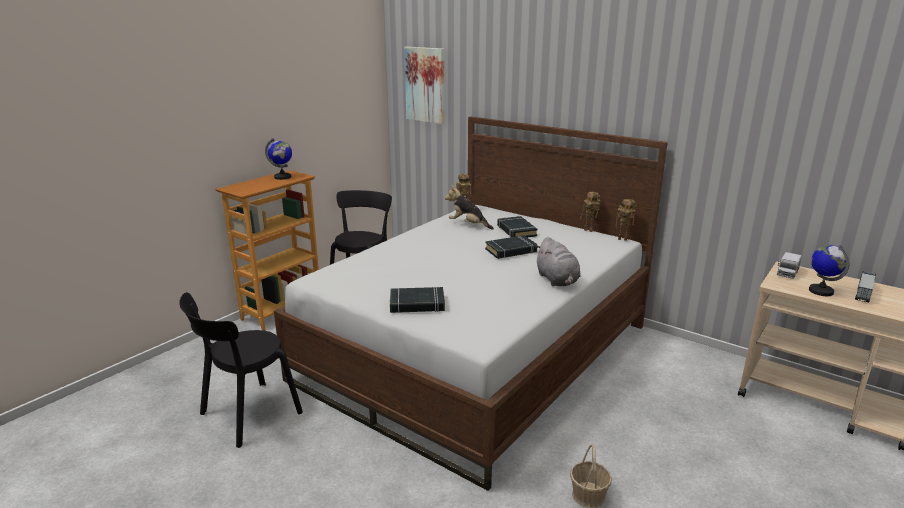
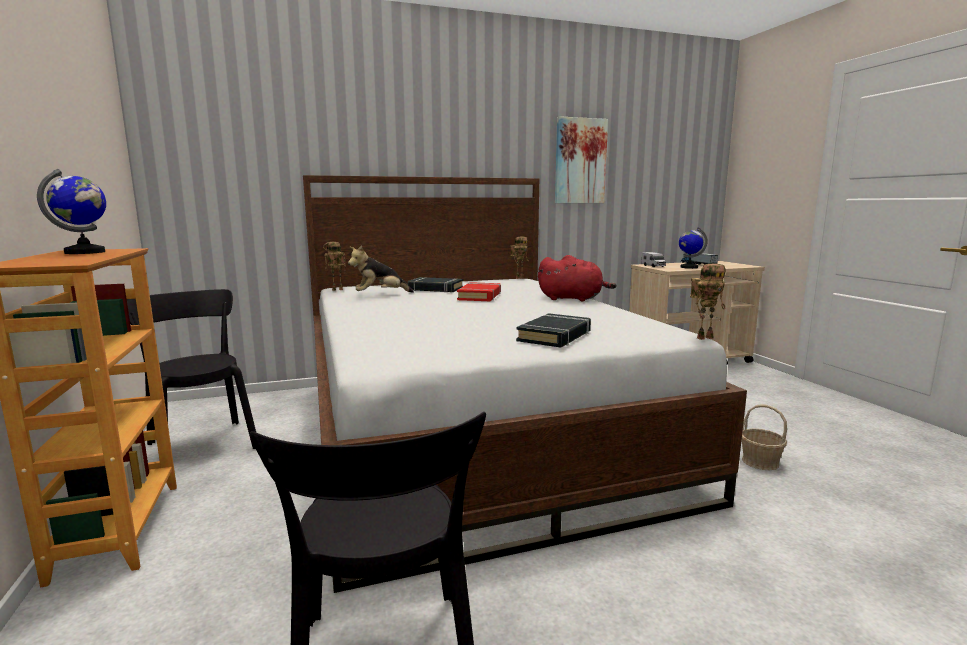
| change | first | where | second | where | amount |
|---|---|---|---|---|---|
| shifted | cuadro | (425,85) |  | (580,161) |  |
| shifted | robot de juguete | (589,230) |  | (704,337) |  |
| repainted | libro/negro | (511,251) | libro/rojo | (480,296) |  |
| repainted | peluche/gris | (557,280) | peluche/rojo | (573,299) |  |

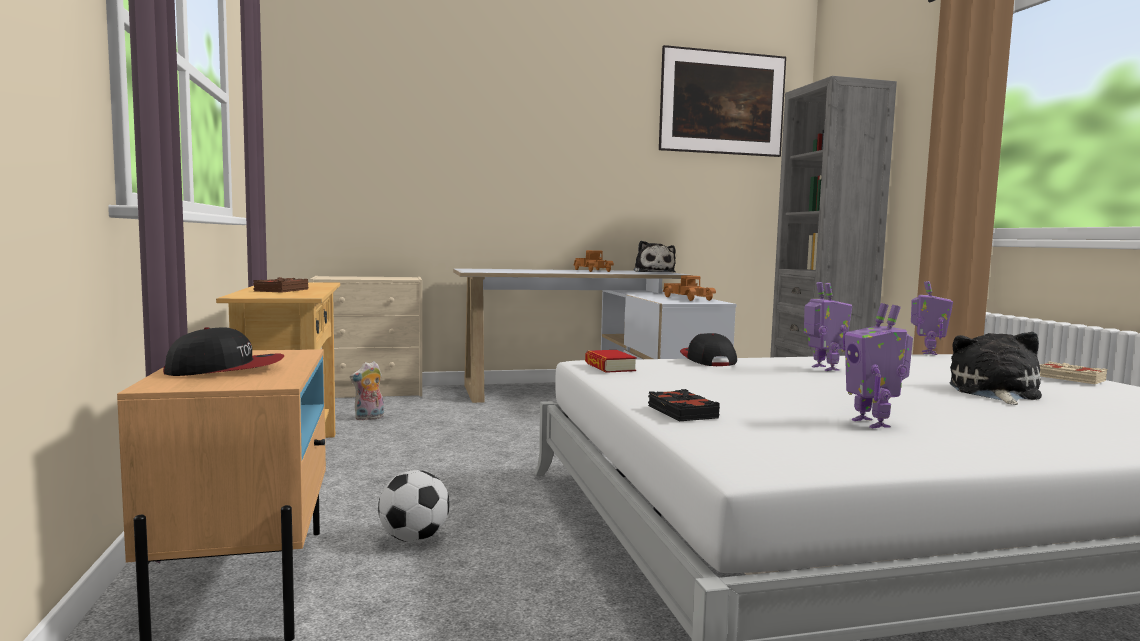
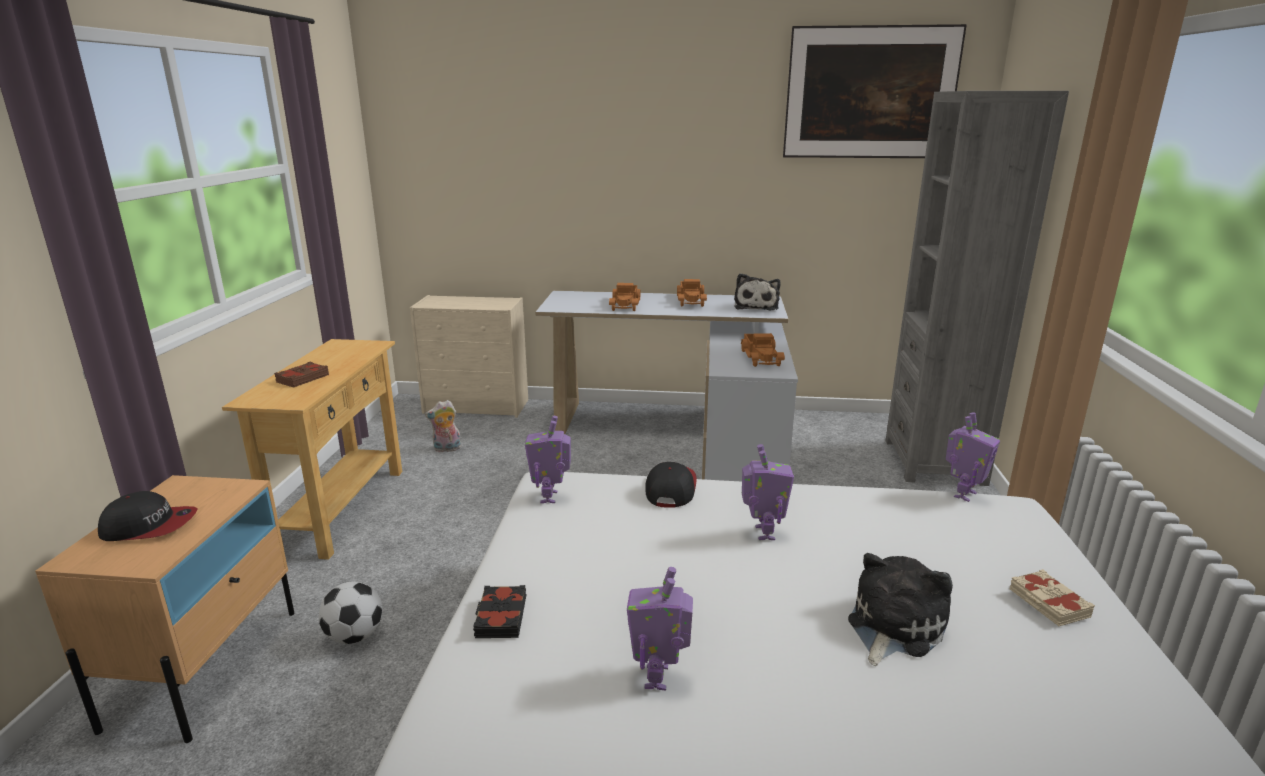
| change | first | where | second | where | amount |
|---|---|---|---|---|---|
| new |  |  | camión de juguete | (626,304) |  |
| swapped | libro | (610,367) | robot de juguete | (550,497) |  |

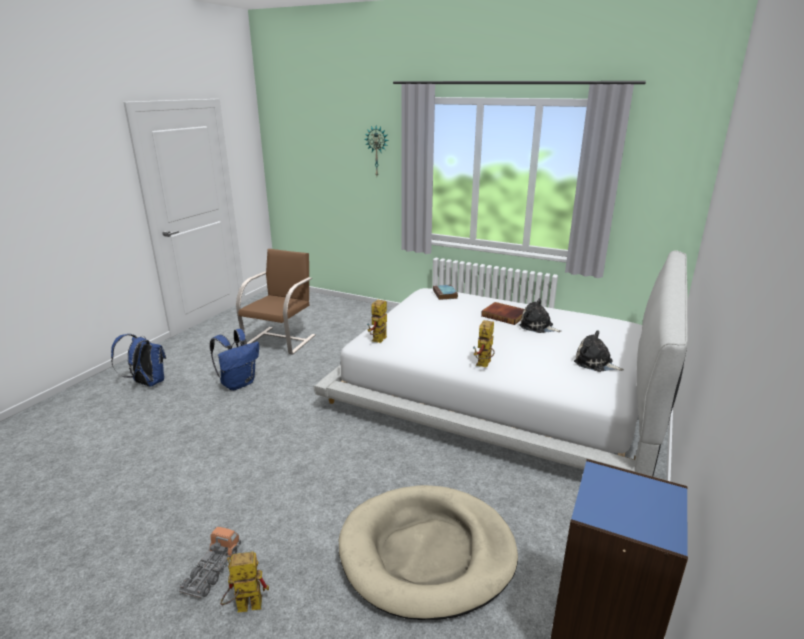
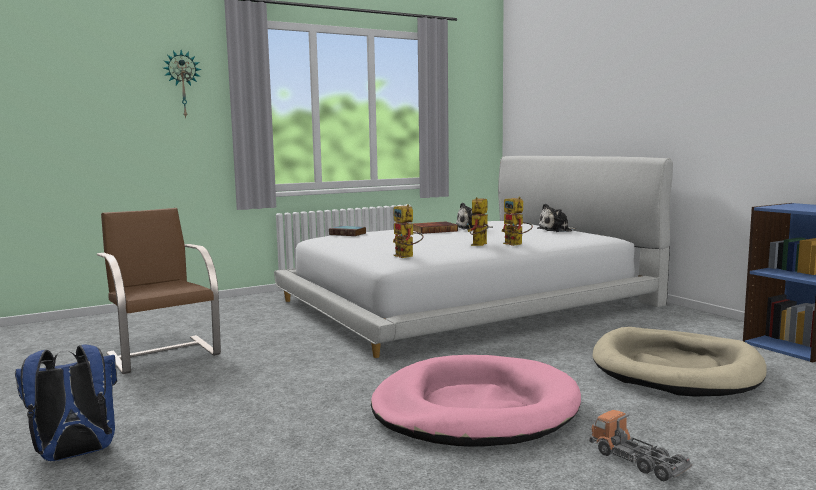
| change | first | where | second | where | amount |
|---|---|---|---|---|---|
| gone | mochila/azul | (239,383) |  |  |  |
| new |  |  | cama para perro/rosa | (474,409) |  |
| shifted | robot de juguete | (243,607) |  | (479,245) |  |

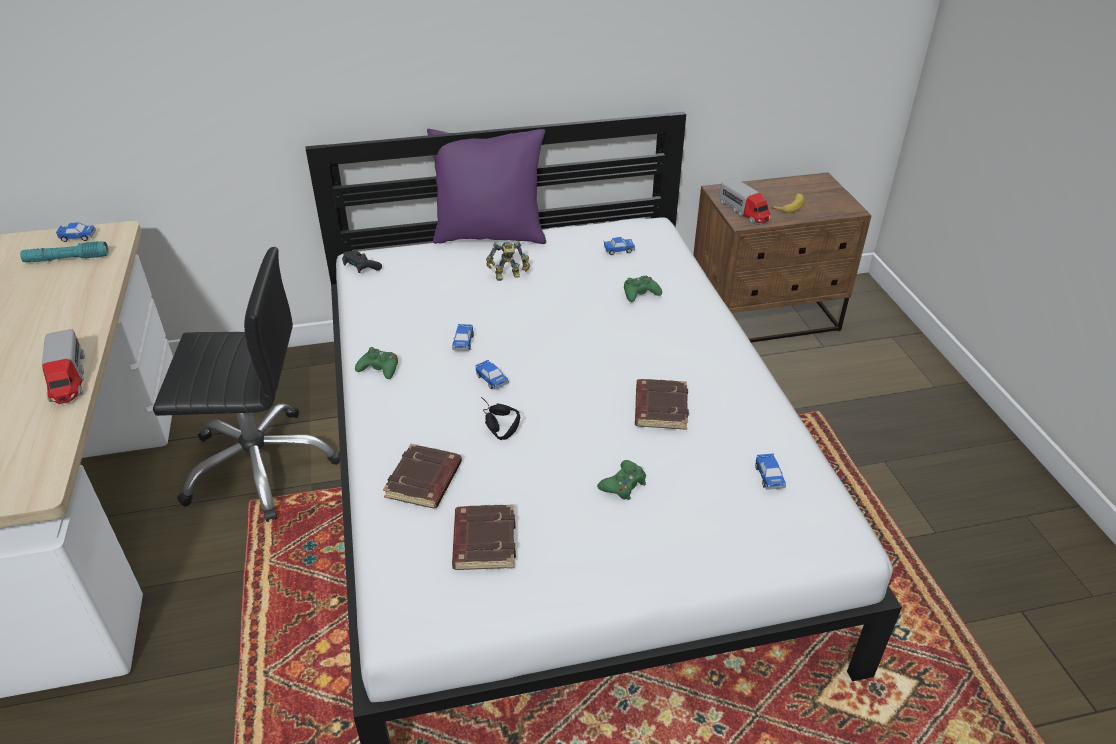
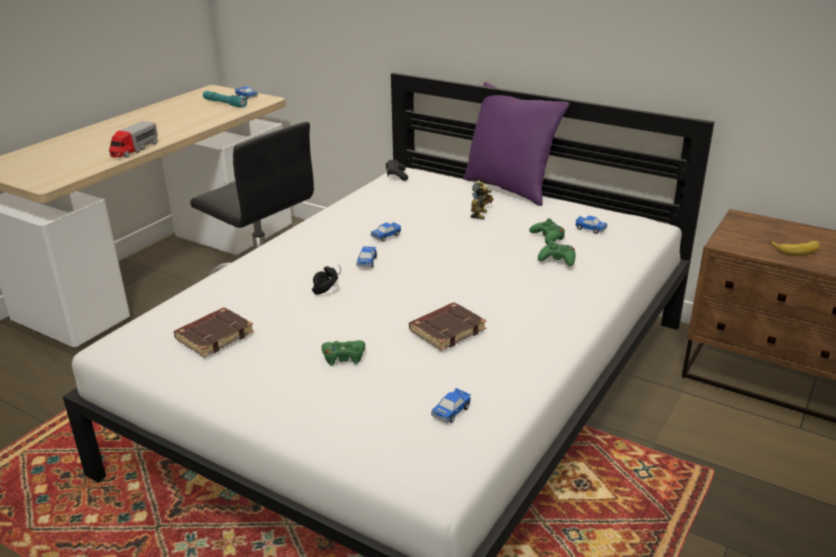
| change | first | where | second | where | amount |
|---|---|---|---|---|---|
| gone | libro/marrón | (424,481) |  |  |  |
| gone | camión de juguete | (744,211) |  |  |  |
| shifted | mando de consola/verde | (379,368) |  | (548,237) |  |
| rotated | robot de juguete | (509,276) |  | (481,214) | 105 degrees counterclockwise |

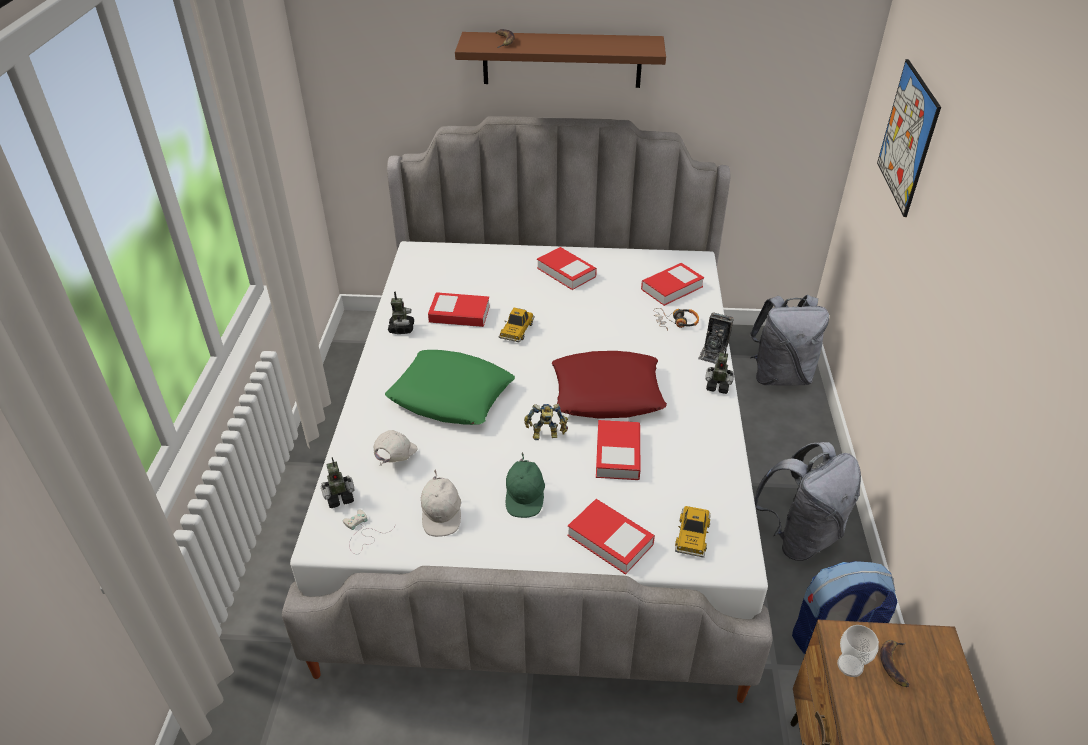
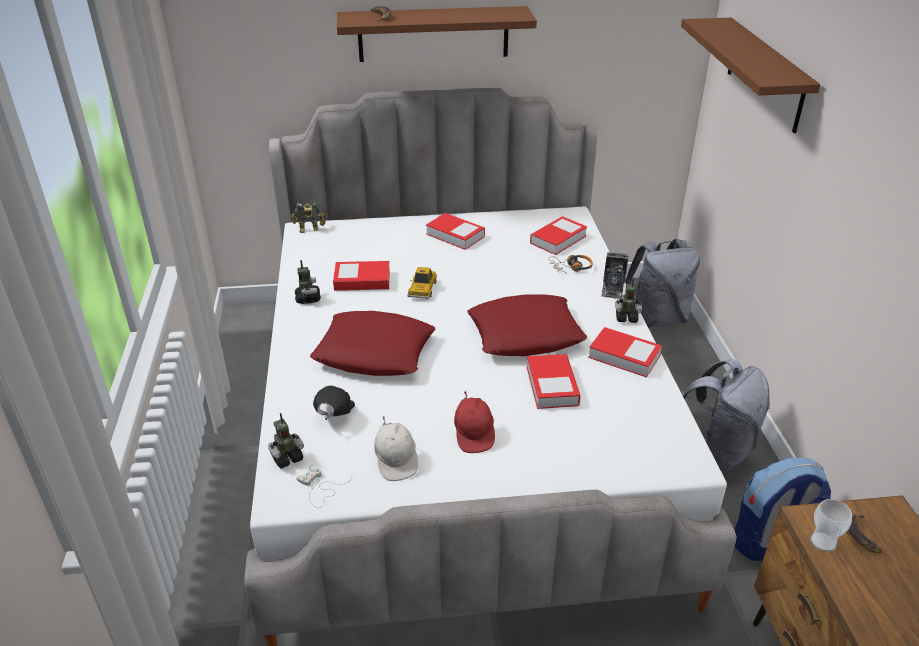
| change | first | where | second | where | amount |
|---|---|---|---|---|---|
| gone | coche de juguete | (692,535) |  |  |  |
| shifted | robot de juguete | (546,435) |  | (309,230) |  |
| shifted | libro | (610,540) |  | (624,356) |  |
| swapped | cuadro | (907,137) | estante/marrón | (765,74) |  |
| repainted | gorra/blanco | (394,458) | gorra/negro | (333,415) |  |
| repainted | cojín/verde | (451,395) | cojín/rojo | (375,352) |  |
| repainted | gorra/verde | (525,497) | gorra/rojo | (474,434) |  |

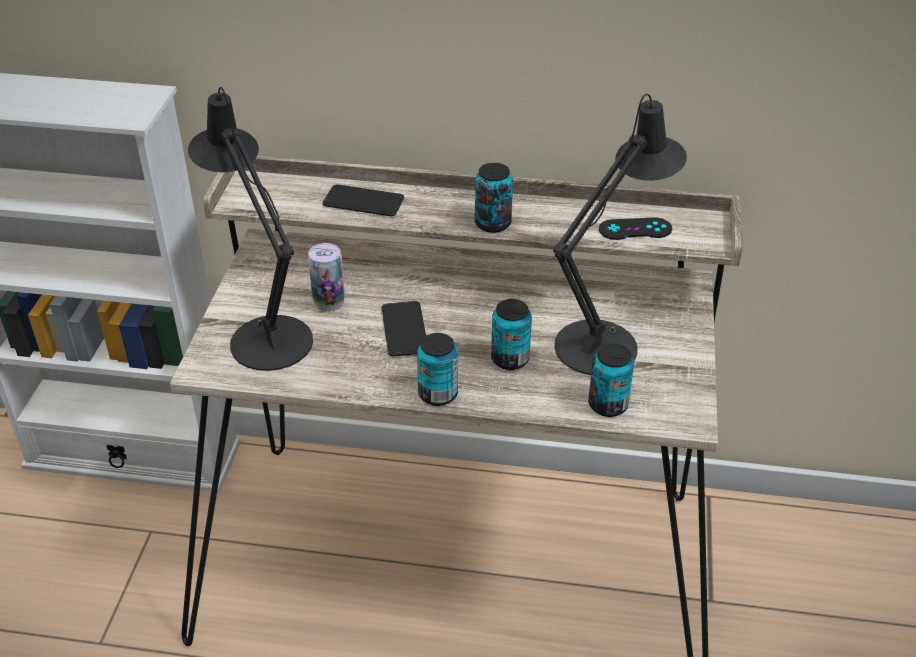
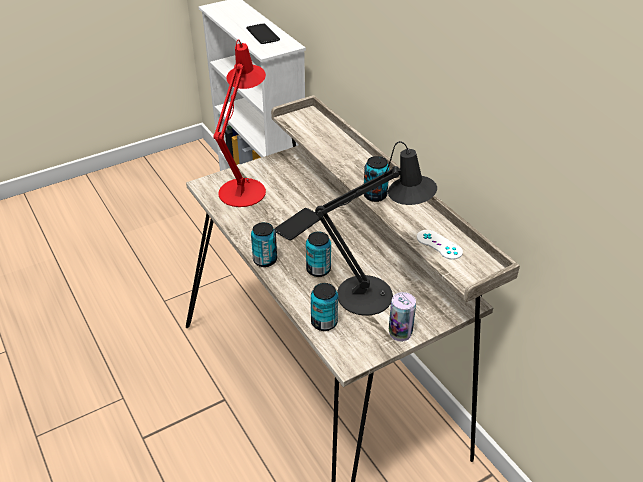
| change | first | where | second | where | amount |
|---|---|---|---|---|---|
| shifted | lata | (329,302) |  | (400,333) |  |
| shifted | móvil | (363,202) |  | (262,34) |  |
| repainted | lámpara de mesa/negro | (266,335) | lámpara de mesa/rojo | (245,188) |  |
| repainted | mando de consola/negro | (635,229) | mando de consola/blanco | (439,245) |  |

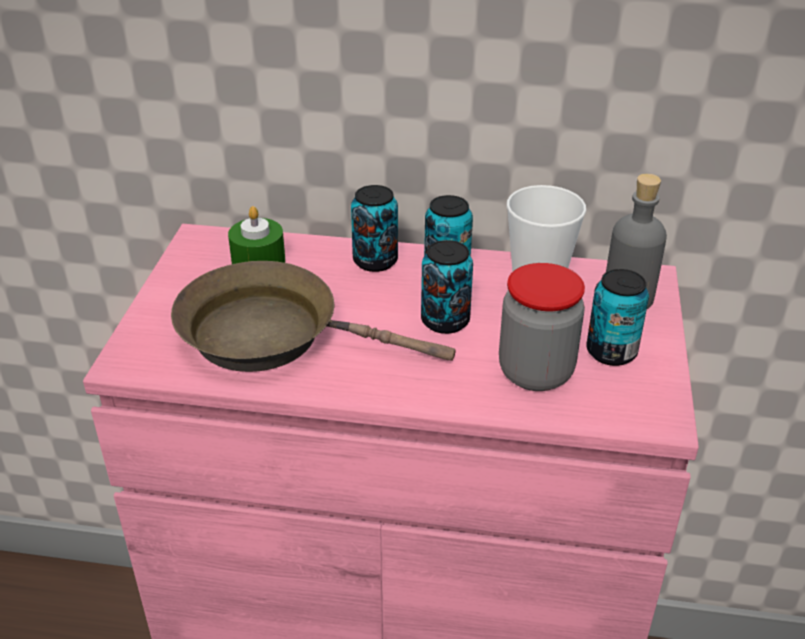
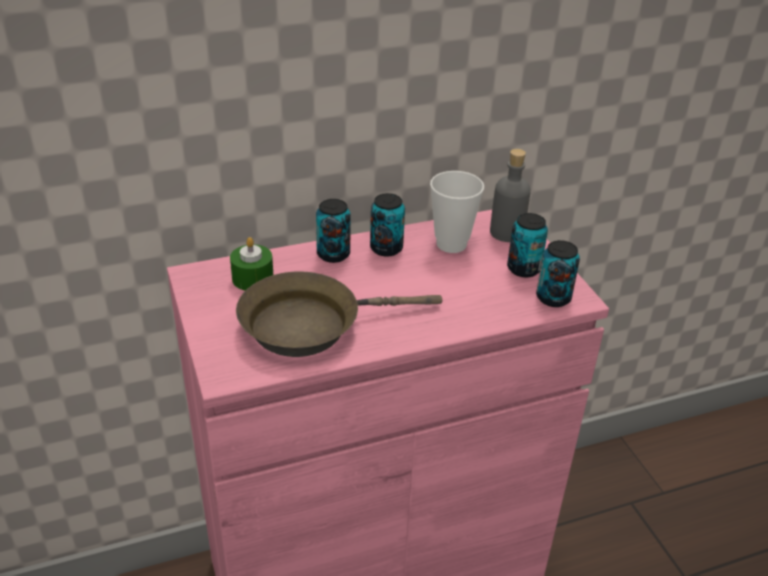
| change | first | where | second | where | amount |
|---|---|---|---|---|---|
| gone | tarro | (535,372) |  |  |  |
| shifted | lata | (445,321) |  | (553,298) |  |

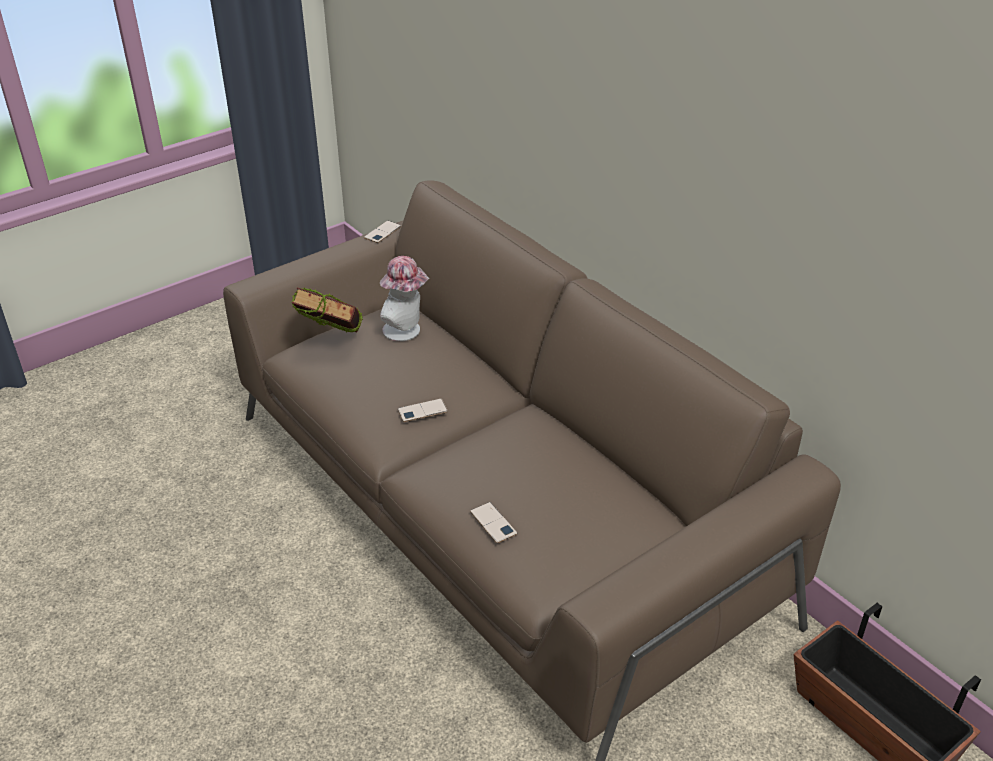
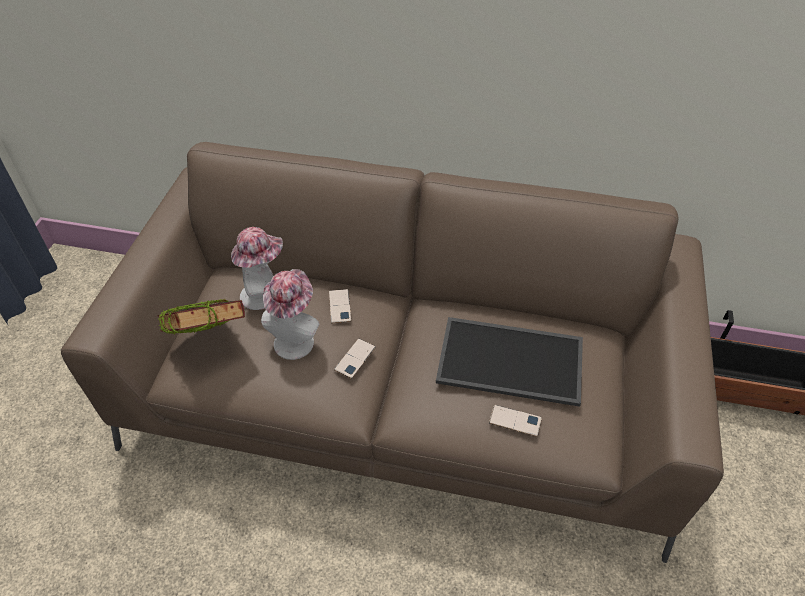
| change | first | where | second | where | amount |
|---|---|---|---|---|---|
| new |  |  | sombrero | (295,339) |  |
| new |  |  | bandeja | (512,359) |  |
| shifted | móvil | (383,232) |  | (340,306) |  |

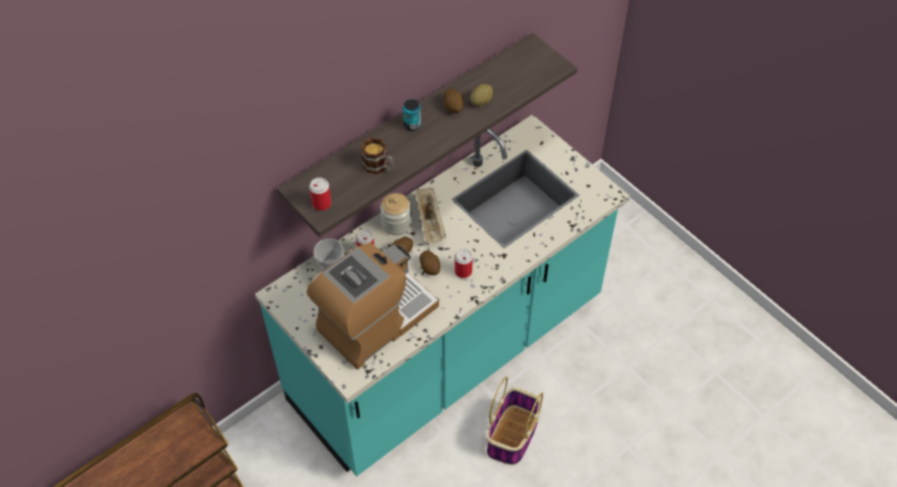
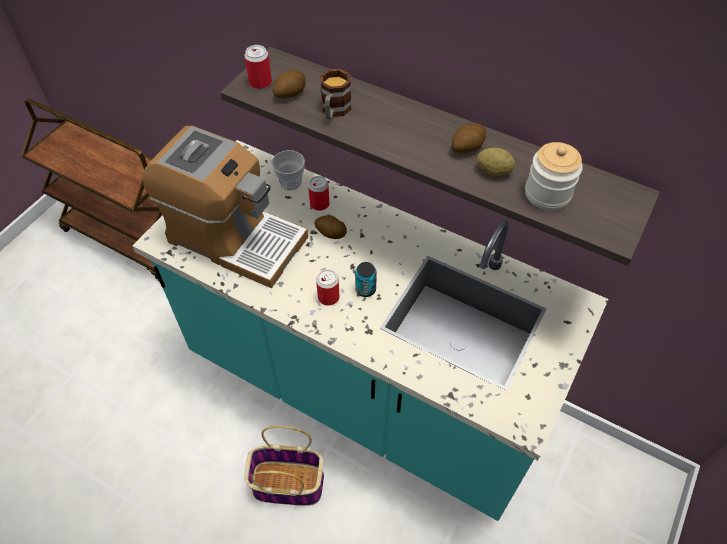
| change | first | where | second | where | amount |
|---|---|---|---|---|---|
| gone | bandeja/beis | (430,222) |  |  |  |
| shifted | tarro | (396,223) |  | (547,194) |  |
| shifted | lata | (412,125) |  | (365,289) |  |
| shifted | patata | (430,268) |  | (290,94) |  |

